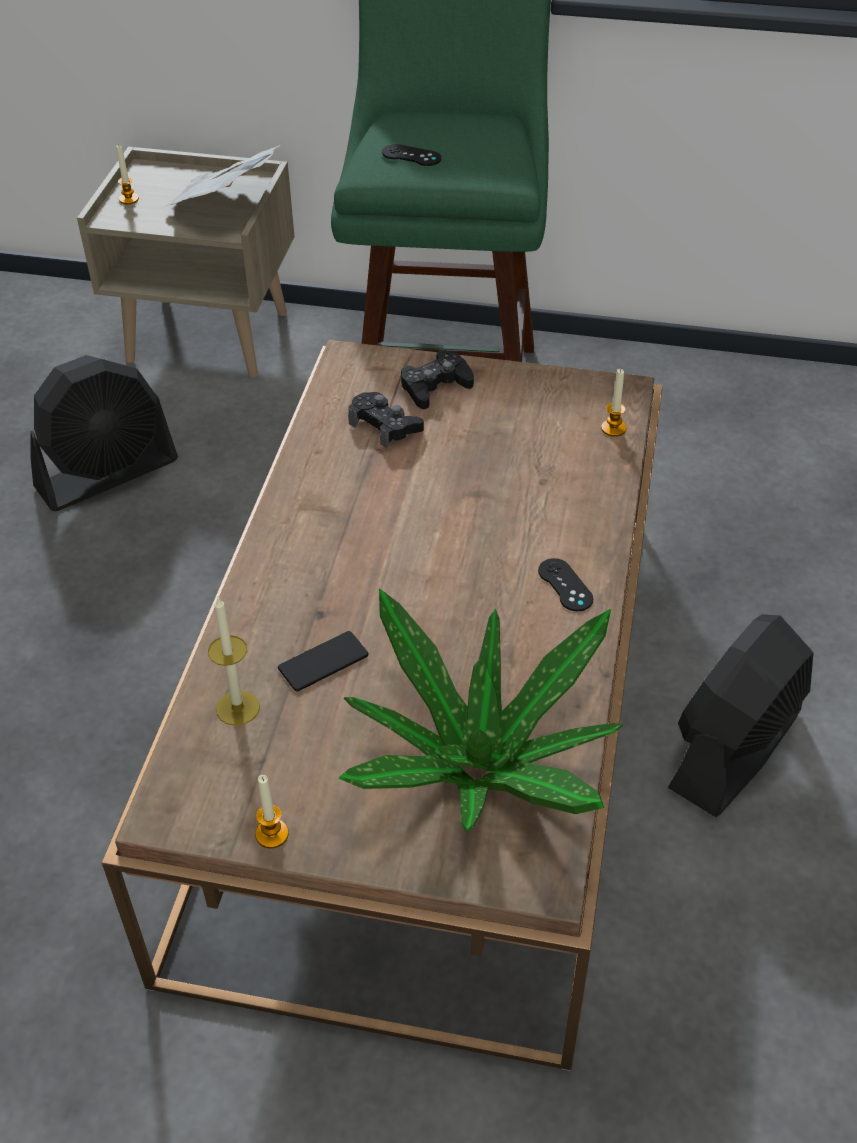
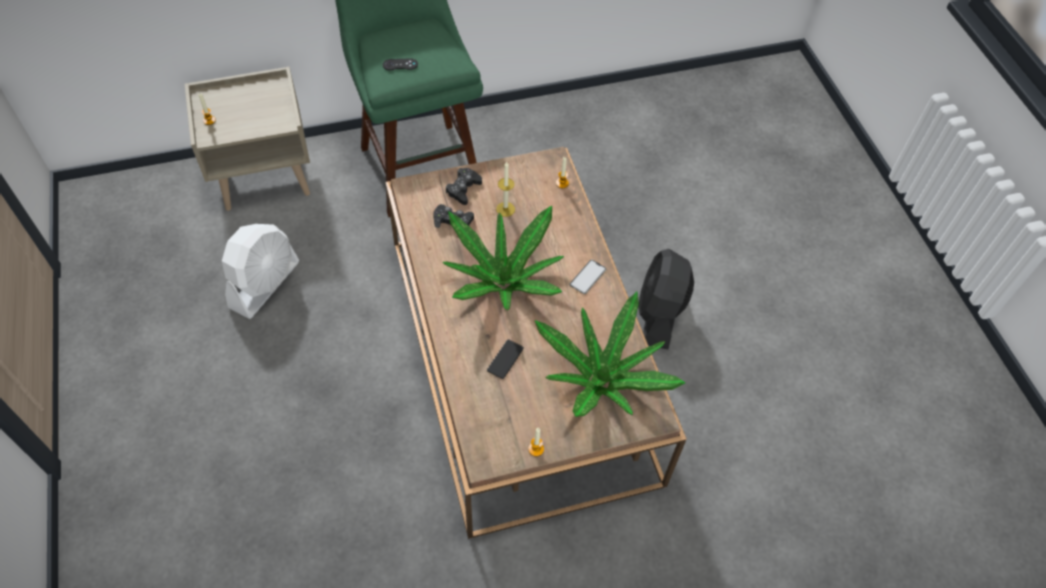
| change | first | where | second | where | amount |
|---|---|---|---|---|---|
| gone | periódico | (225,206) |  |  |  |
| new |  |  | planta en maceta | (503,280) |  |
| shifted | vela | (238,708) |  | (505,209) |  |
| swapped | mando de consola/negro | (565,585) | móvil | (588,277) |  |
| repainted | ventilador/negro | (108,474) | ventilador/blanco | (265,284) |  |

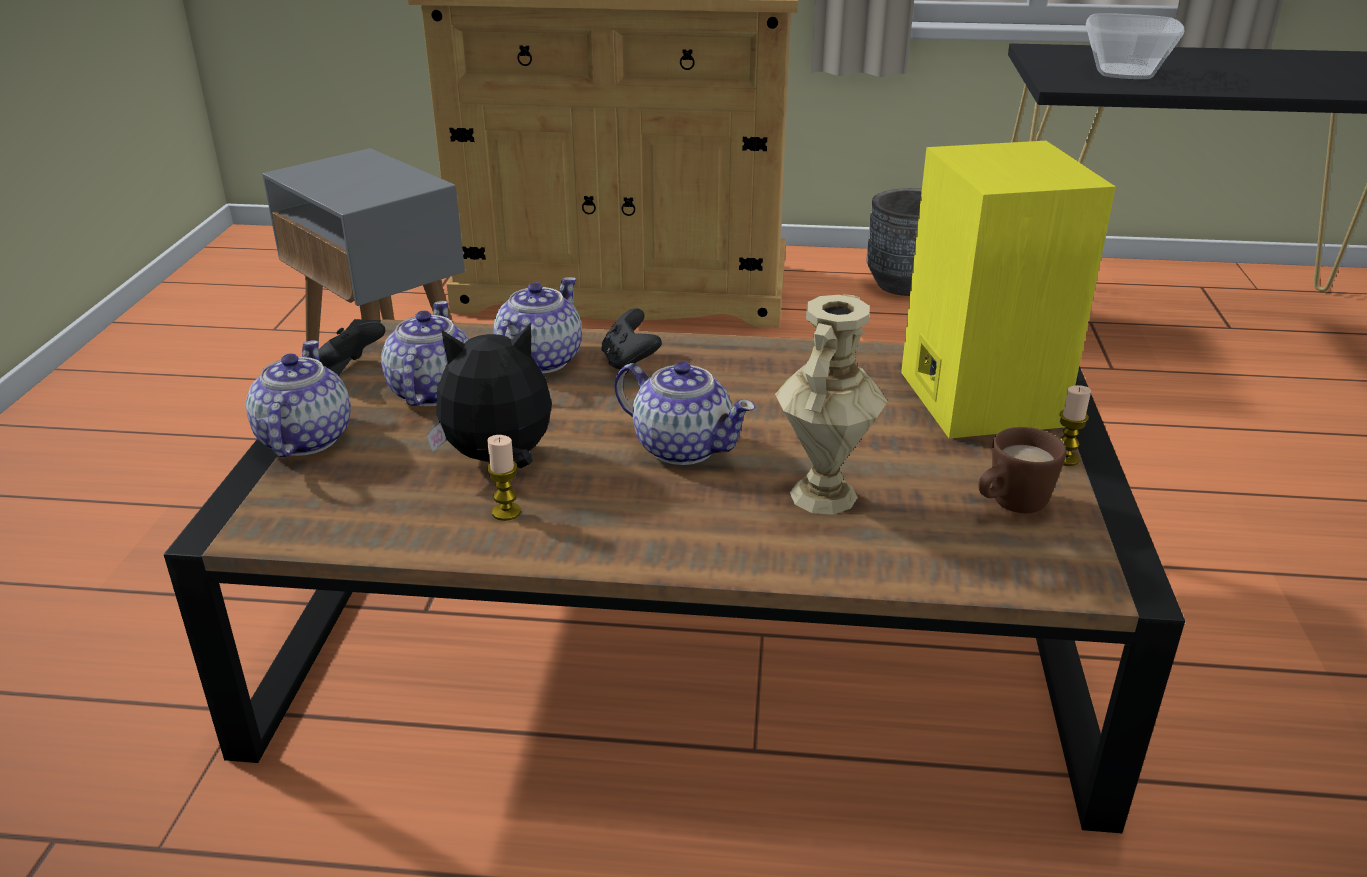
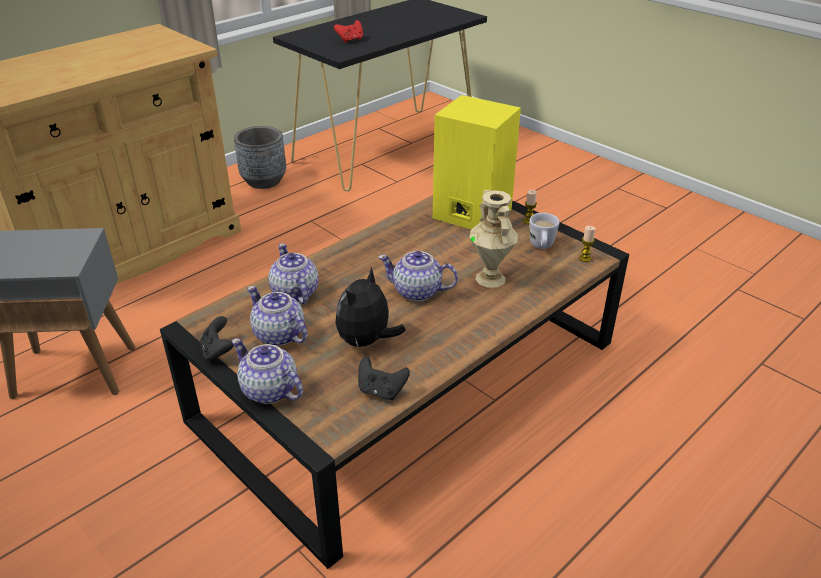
| change | first | where | second | where | amount |
|---|---|---|---|---|---|
| shifted | vela | (506,512) |  | (585,258) |  |
| shifted | mando de consola/negro | (629,363) |  | (381,391) |  |
| swapped | cuenco | (1124,73) | mando de consola/rojo | (350,40) |  |
| repainted | taza grande/marrón | (1010,506) | taza grande/blanco | (541,247) |  |
| rotated | tetera | (682,447) |  | (418,292) | 150 degrees counterclockwise |

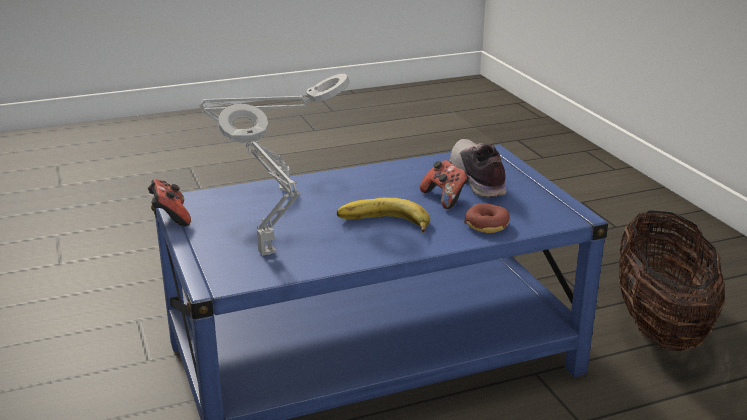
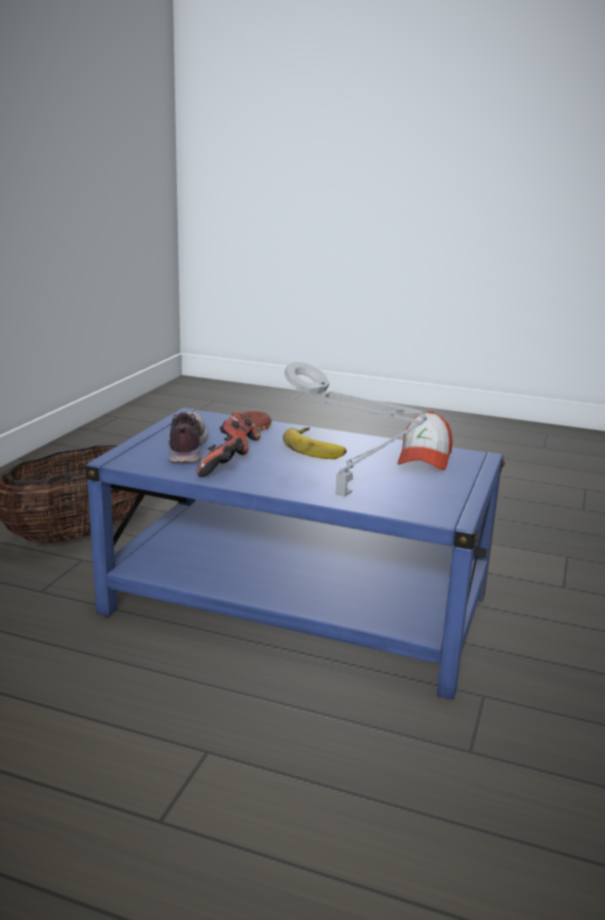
| change | first | where | second | where | amount |
|---|---|---|---|---|---|
| shifted | mando de consola | (170,217) |  | (222,471) |  |
| swapped | lámpara de mesa/gris | (269,256) | gorra | (424,458) |  |
| rotated | zapato | (476,179) |  | (185,448) | 150 degrees clockwise |

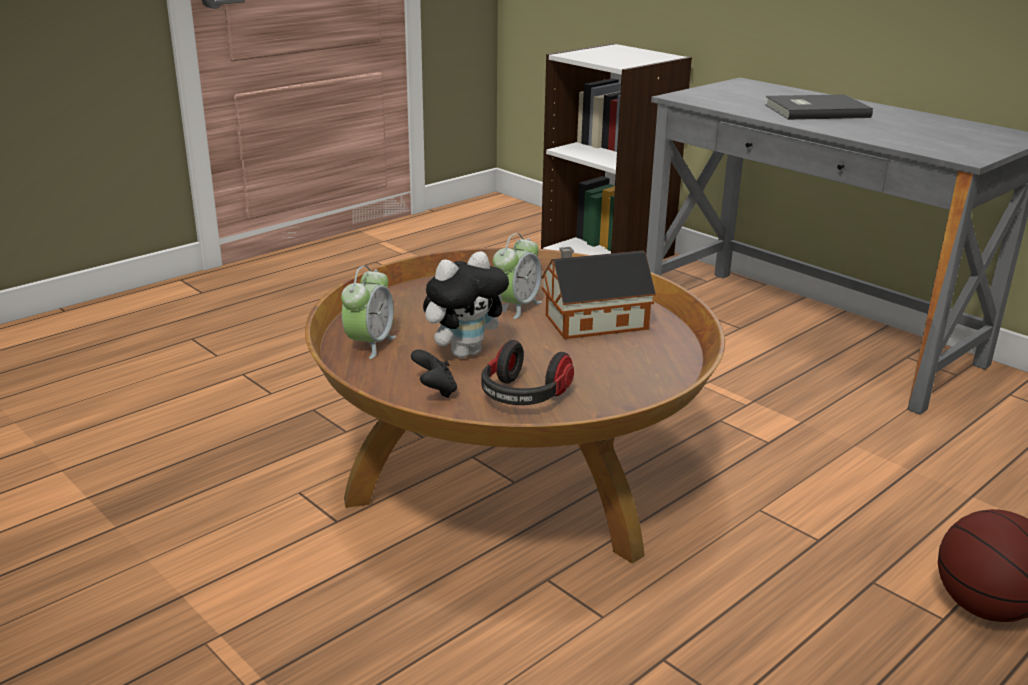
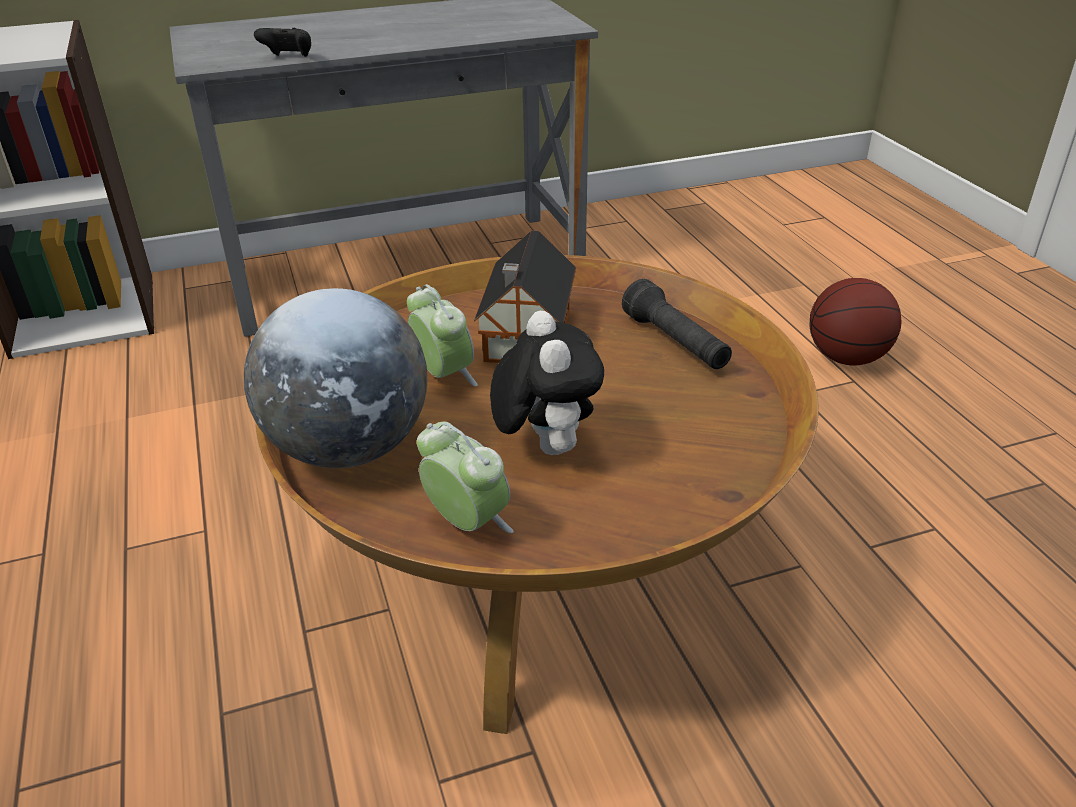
| change | first | where | second | where | amount |
|---|---|---|---|---|---|
| gone | auriculares | (523,397) |  |  |  |
| gone | libro/gris | (814,110) |  |  |  |
| new |  |  | globo terráqueo | (349,448) |  |
| new |  |  | linterna/negro | (675,343) |  |
| shifted | mando de consola/negro | (435,390) |  | (289,58) |  |

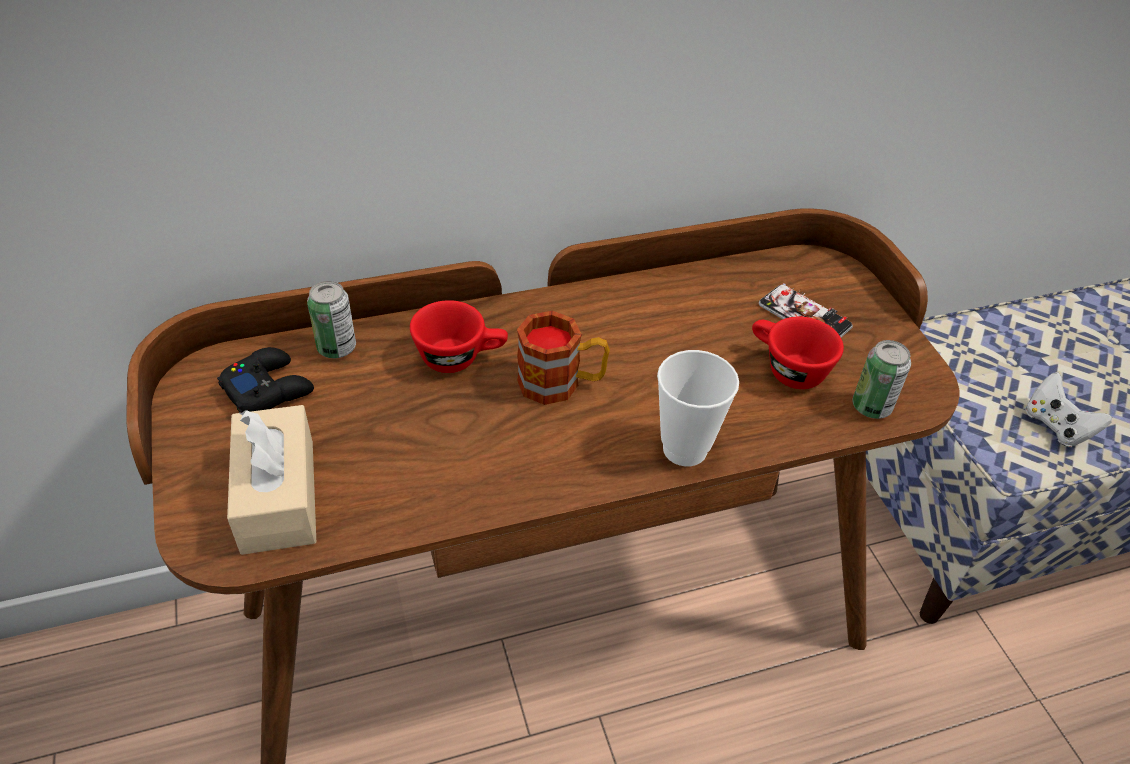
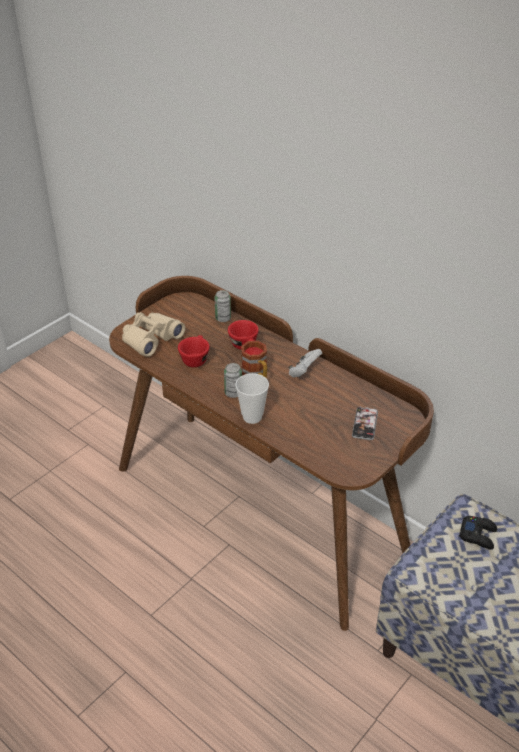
| change | first | where | second | where | amount |
|---|---|---|---|---|---|
| shifted | mando de consola/negro | (268,389) |  | (478,535) |  |
| shifted | taza/rojo | (786,369) |  | (195,358) |  |
| shifted | lata | (871,407) |  | (233,393) |  |
| shifted | mando de consola/blanco | (1056,426) |  | (303,372) |  |
| swapped | caja de pañuelos/beis | (278,495) | prismáticos/beis | (151,339) |  |

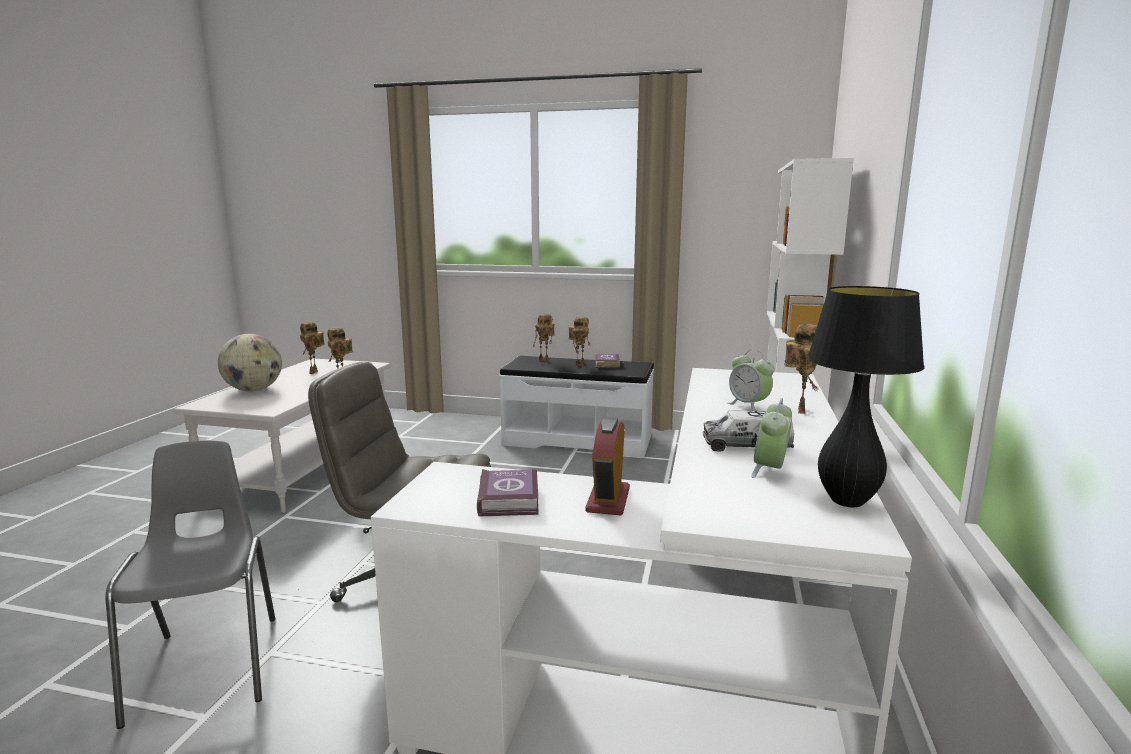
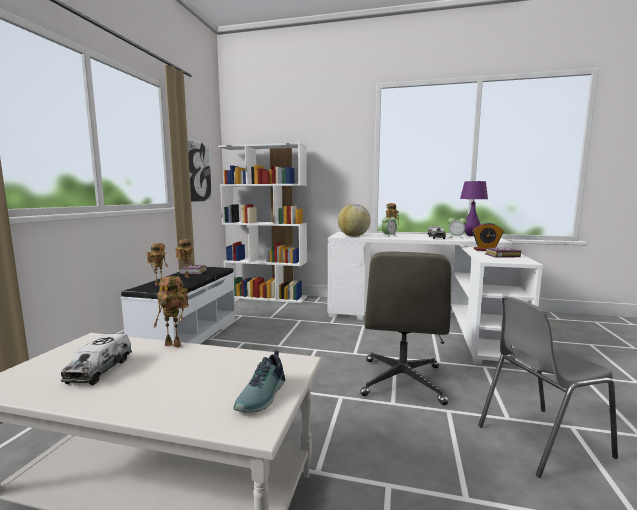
| change | first | where | second | where | amount |
|---|---|---|---|---|---|
| new |  |  | cuadro | (199,172) |  |
| new |  |  | zapato | (264,396) |  |
| shifted | globo terráqueo | (254,390) |  | (353,236) |  |
| swapped | robot de juguete | (314,372) | camión de juguete | (100,369) |  |
| repainted | lámpara de mesa/negro | (847,501) | lámpara de mesa/morado | (471,235) |  |

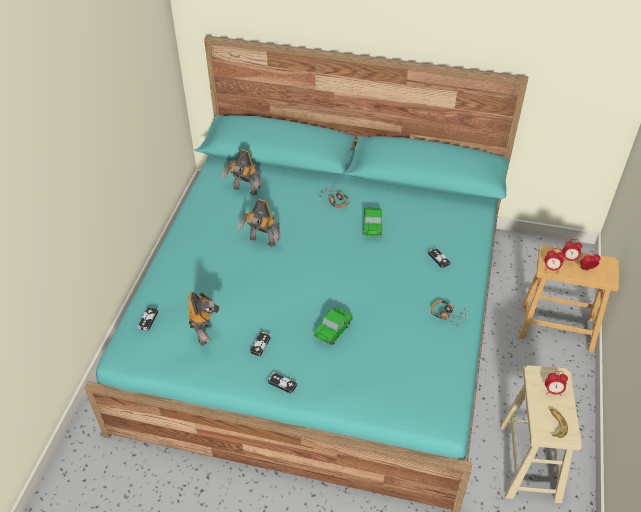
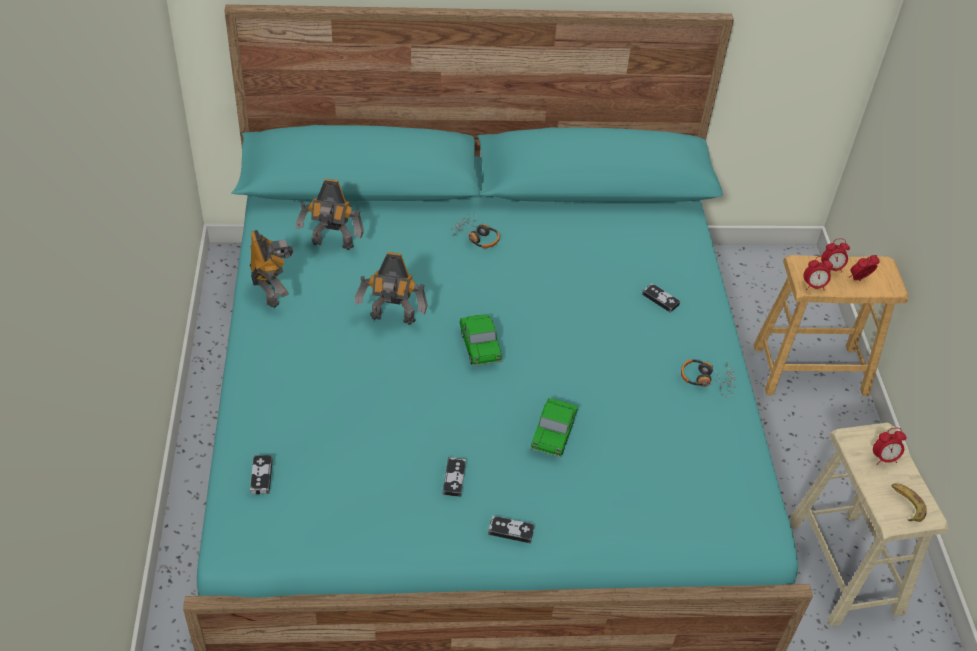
| change | first | where | second | where | amount |
|---|---|---|---|---|---|
| shifted | robot de juguete | (205,332) |  | (272,291) |  |
| shifted | coche de juguete | (372,227) |  | (479,347) |  |

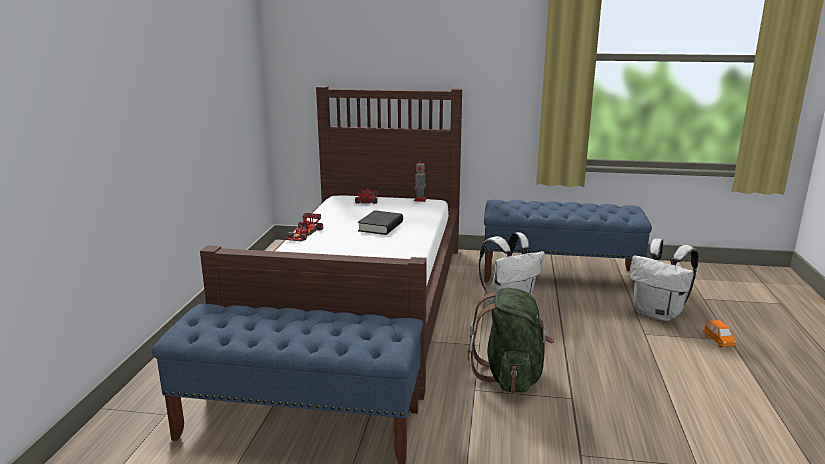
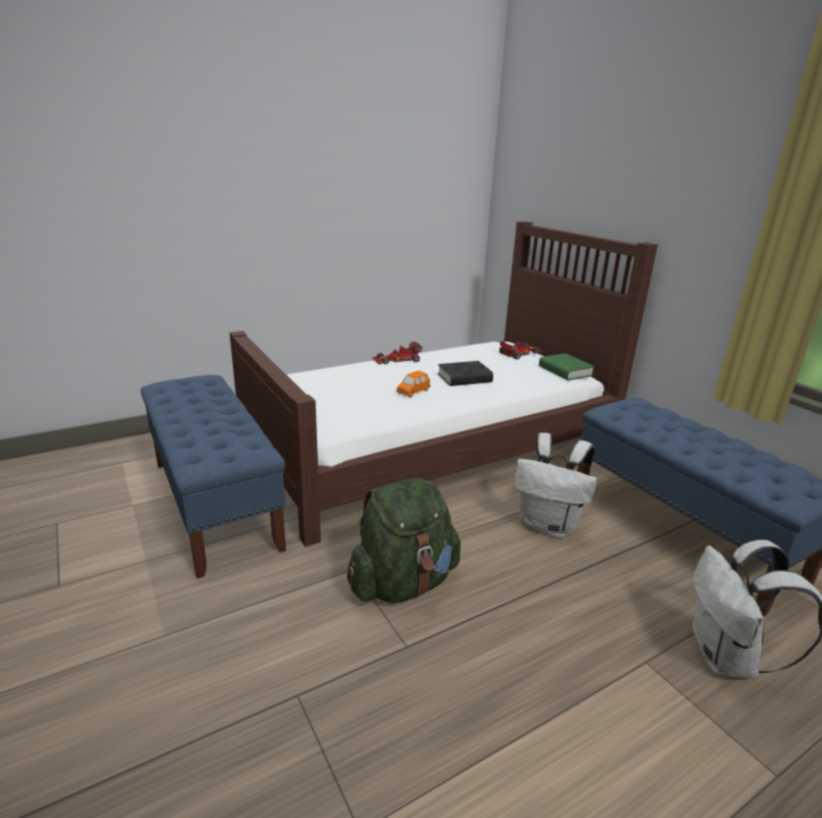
| change | first | where | second | where | amount |
|---|---|---|---|---|---|
| shifted | coche de juguete/naranja | (719,341) |  | (413,392) |  |
| swapped | robot de juguete | (420,200) | libro/verde | (565,371) |  |

